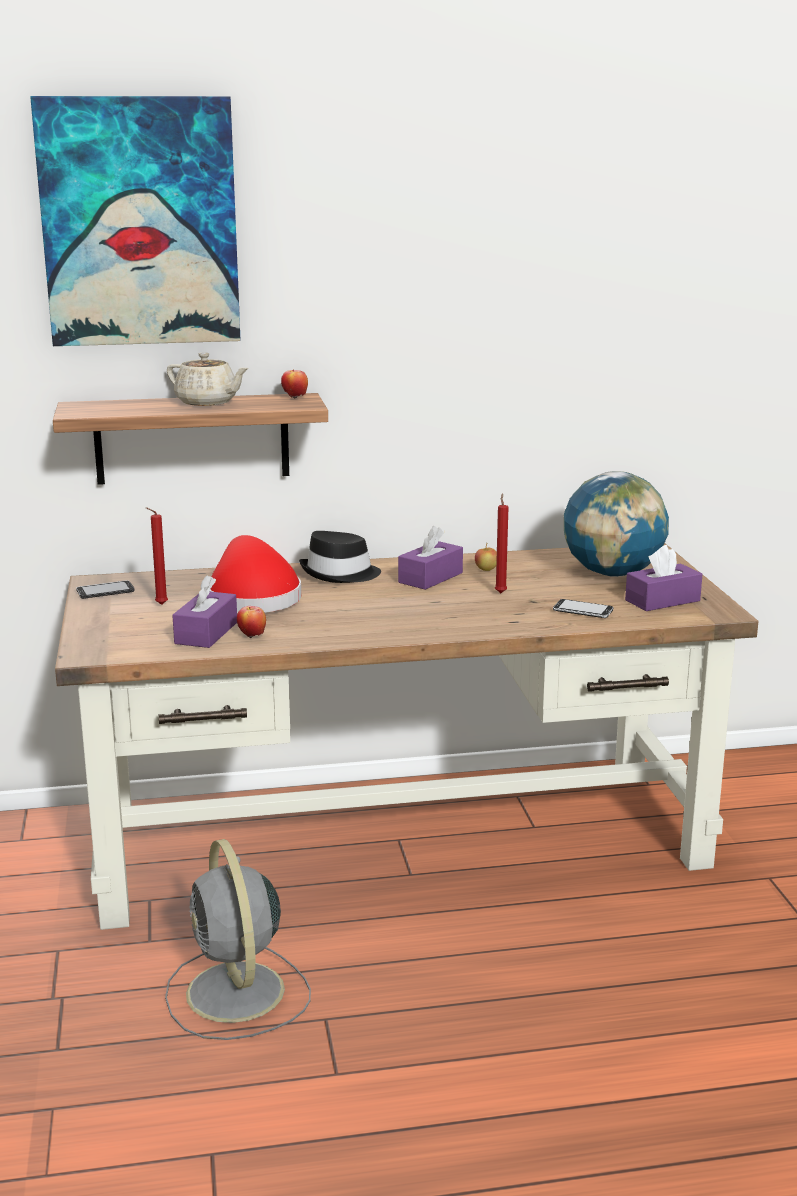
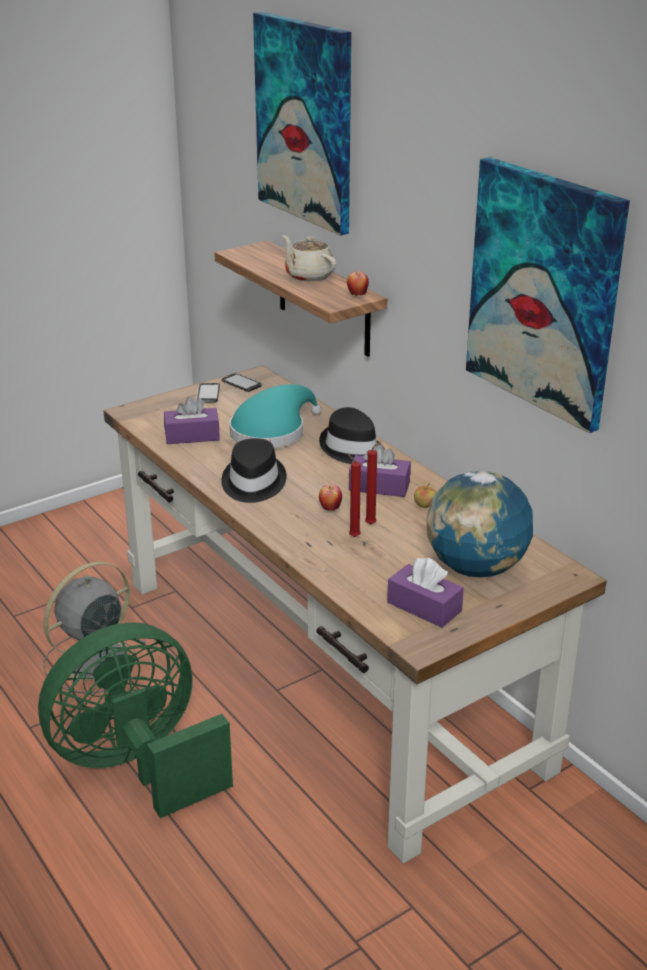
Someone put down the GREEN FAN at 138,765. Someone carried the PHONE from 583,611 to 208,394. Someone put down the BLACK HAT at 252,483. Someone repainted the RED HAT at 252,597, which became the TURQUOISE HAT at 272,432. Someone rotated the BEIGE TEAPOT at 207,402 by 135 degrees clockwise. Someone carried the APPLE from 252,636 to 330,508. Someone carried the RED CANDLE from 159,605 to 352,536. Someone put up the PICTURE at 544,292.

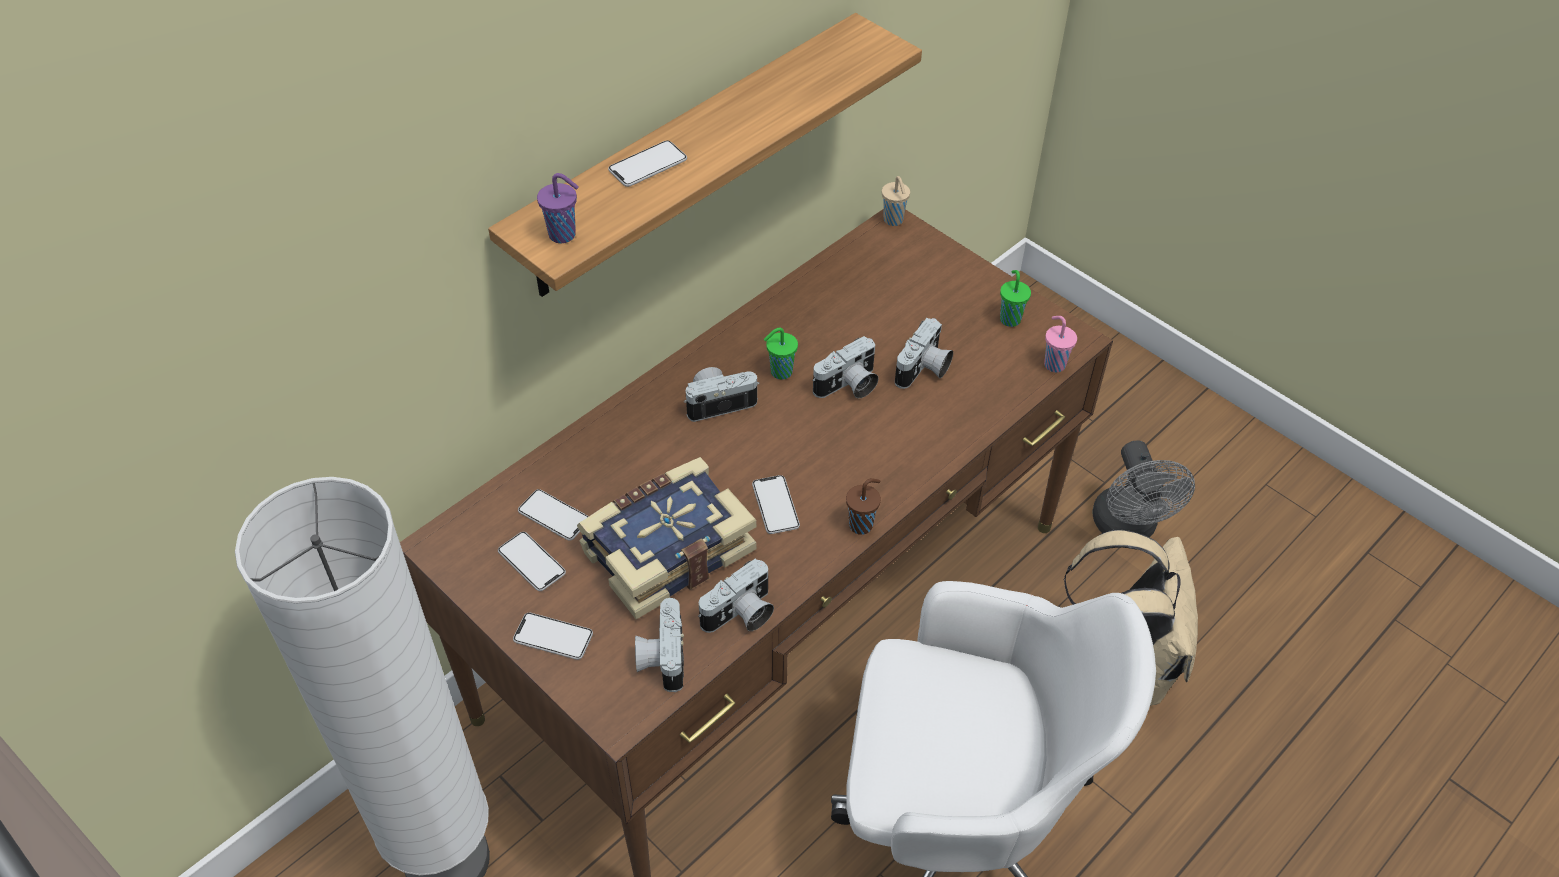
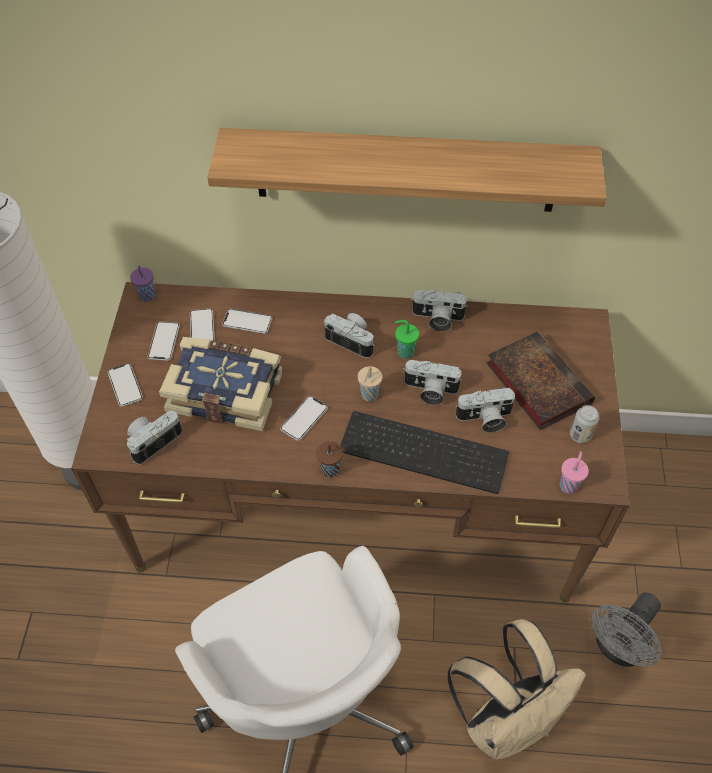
Someone carried the PURPLE CUP from 564,235 to 148,296. Someone carried the PHONE from 648,165 to 247,322. Someone put down the KEYBOARD at 426,450. Someone carried the BEIGE CUP from 893,221 to 369,395. Someone carried the PHOTO CAMERA from 740,615 to 437,319. Someone put down the BOOK at 535,382. Someone swapped the GREEN CUP at 1009,318 for the CAN at 580,435.

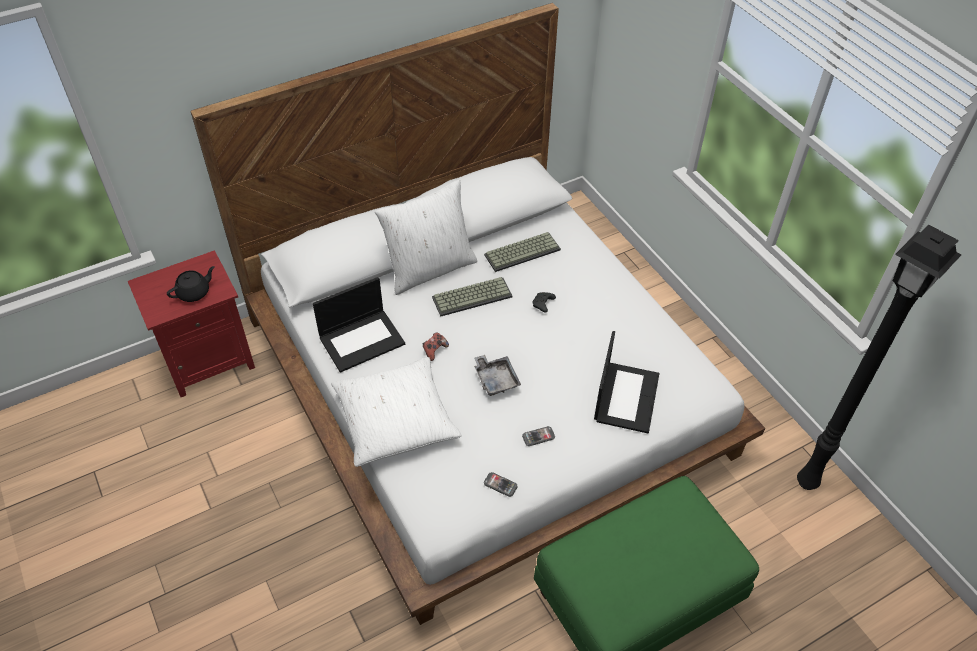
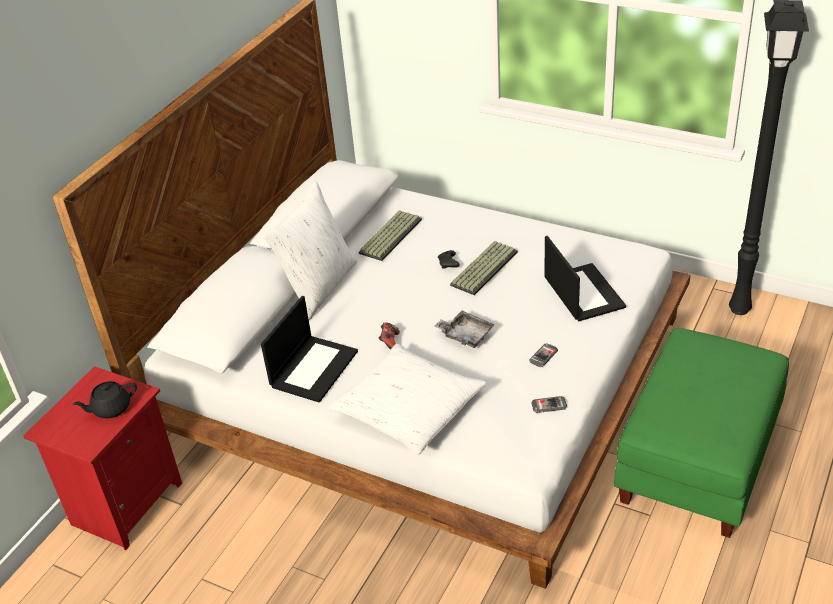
Someone rotated the BLACK TEAPOT at 194,292 by 135 degrees counterclockwise. Someone carried the KEYBOARD from 472,296 to 483,267.

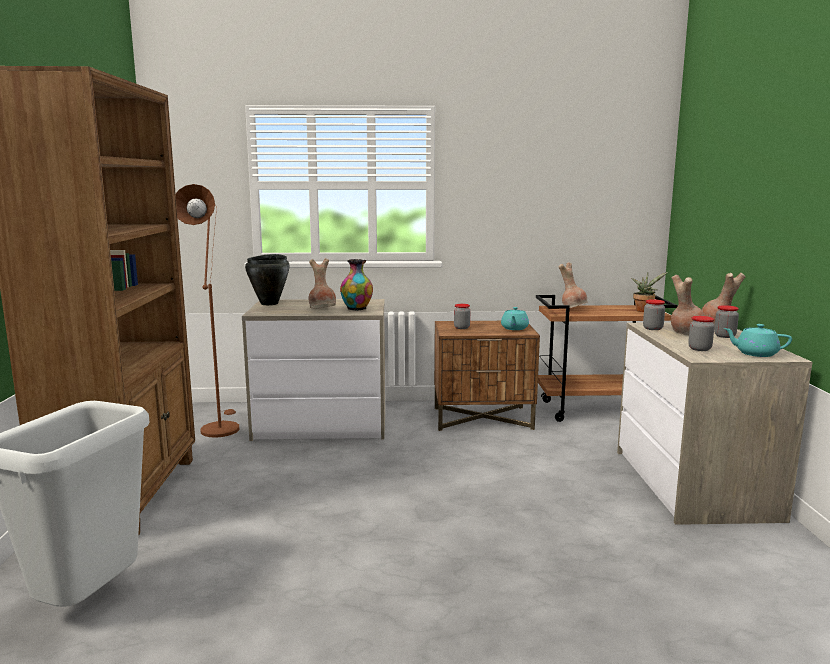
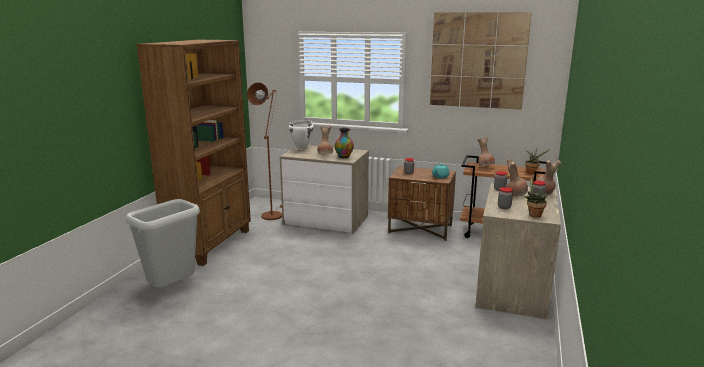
Someone repainted the BLACK COOKING POT at 269,303, which became the WHITE COOKING POT at 302,148. Someone put up the PICTURE at 478,60. Someone swapped the TURQUOISE TEAPOT at 755,353 for the POTTED PLANT at 533,214.

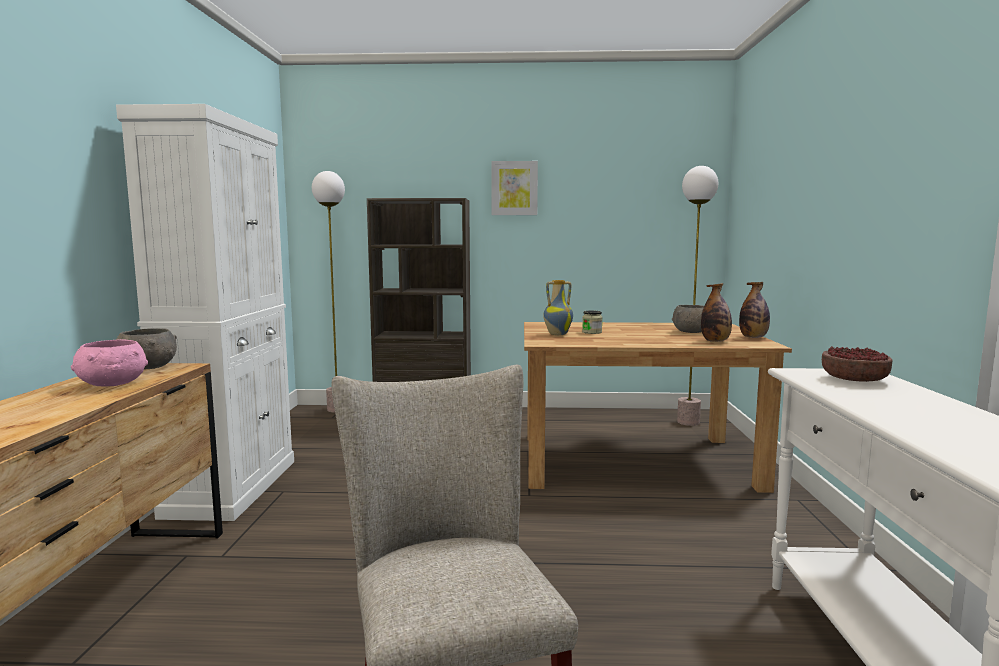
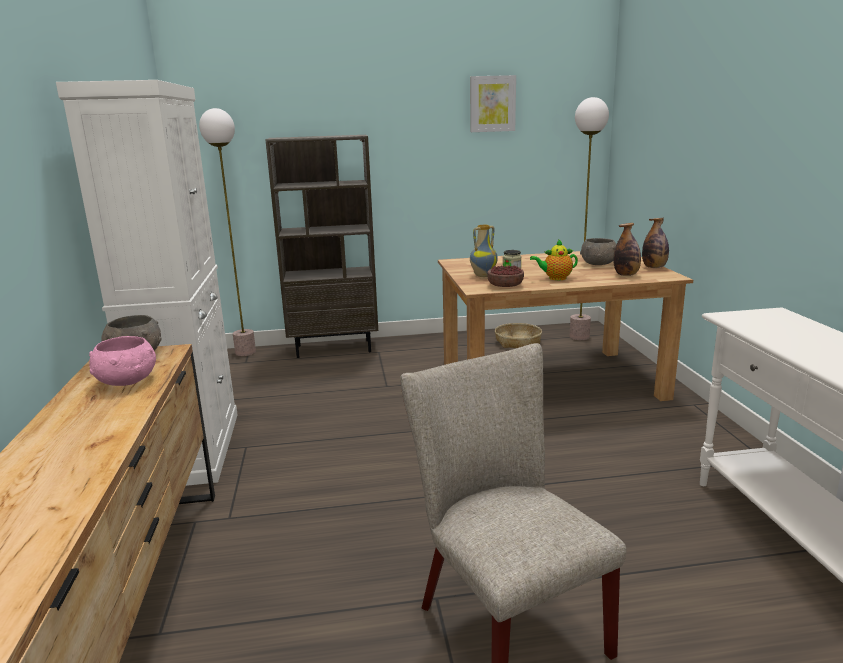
Someone carried the PICTURE from 514,188 to 492,104. Someone carried the BOWL from 854,379 to 505,285. Someone put down the BASKET at 518,342. Someone put down the TEAPOT at 555,278.

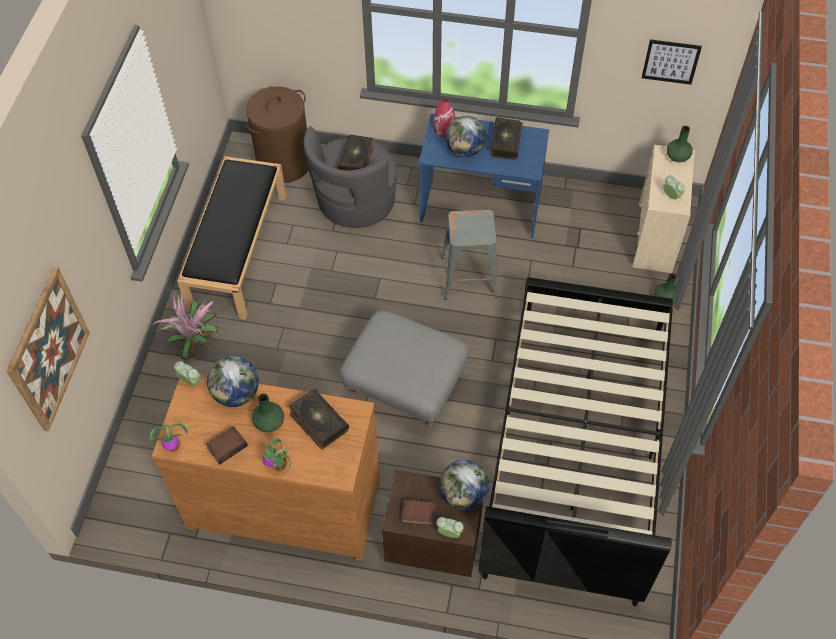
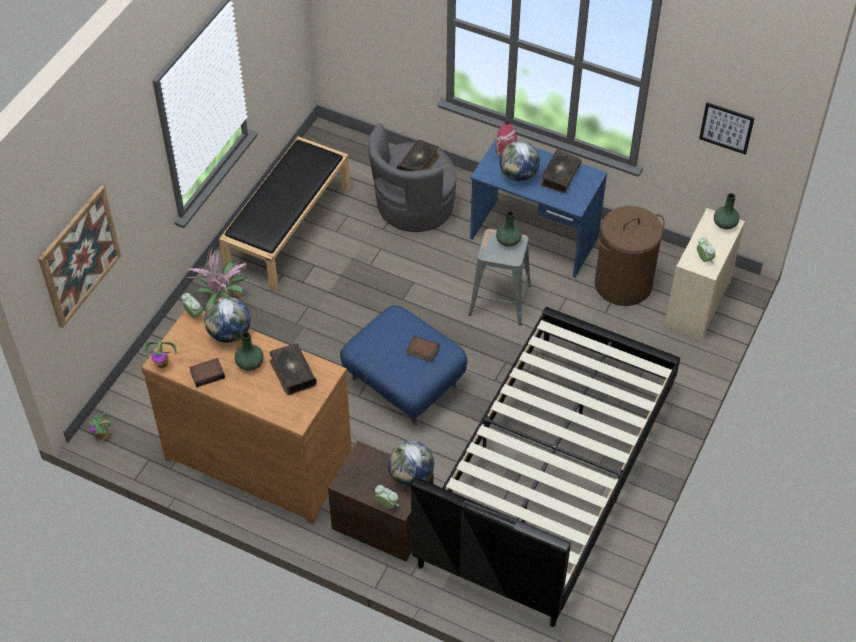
Someone carried the POTTED PLANT from 280,466 to 104,436. Someone repainted the GREY OTTOMAN at 404,386, which became the BLUE OTTOMAN at 403,384. Someone carried the BOOK from 418,514 to 422,351. Someone carried the GREEN VASE from 664,299 to 508,240. Someone carried the BROWN LAUNDRY BASKET from 284,163 to 623,284.

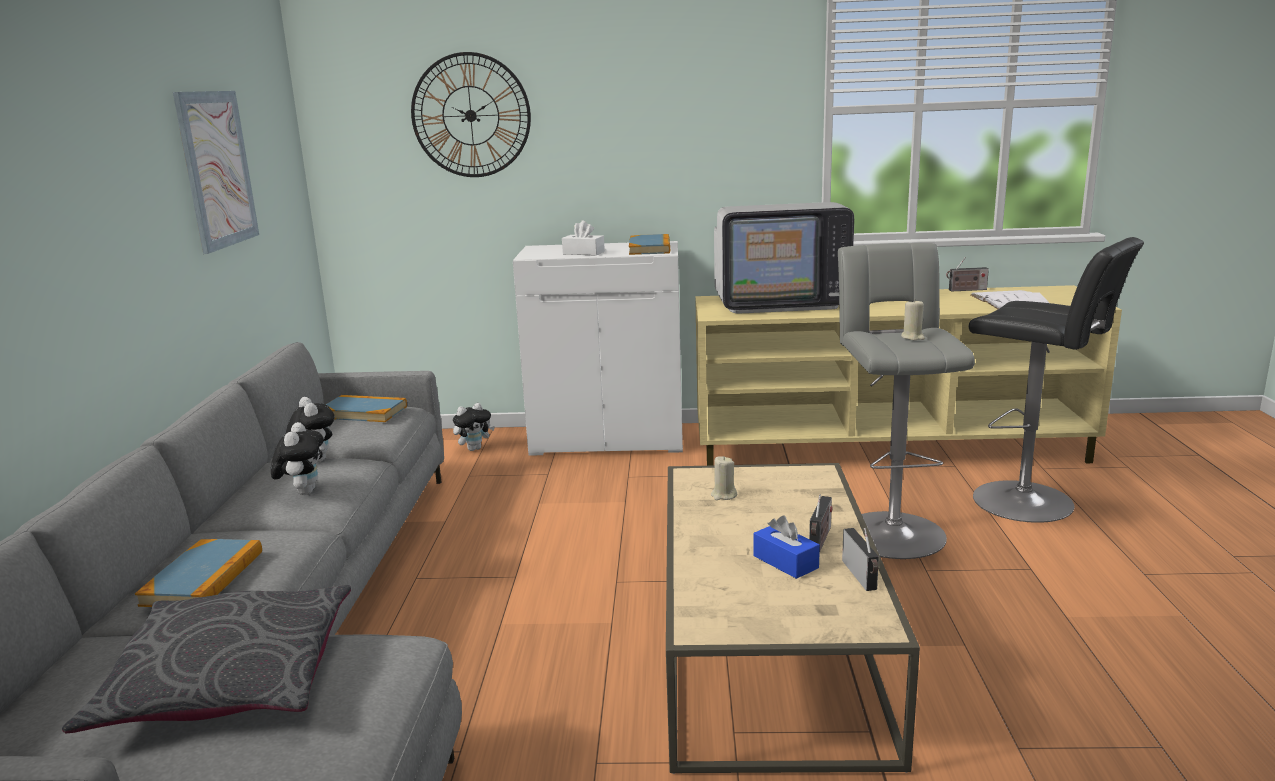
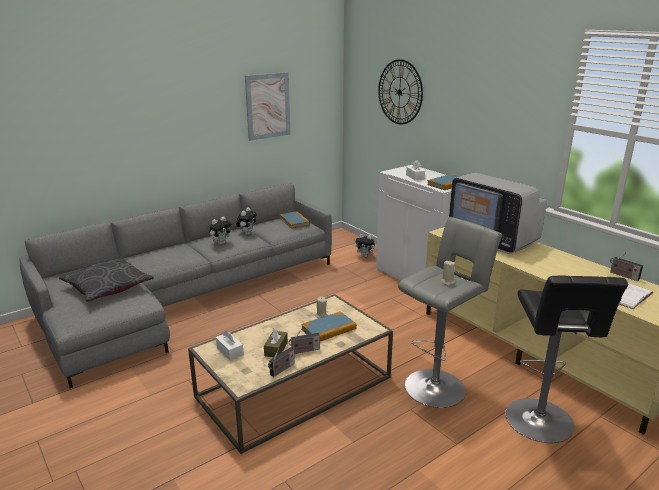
Someone put down the WHITE TISSUE BOX at 230,351. Someone repainted the BLUE TISSUE BOX at 785,562, which became the BROWN TISSUE BOX at 276,349. Someone carried the BOOK from 203,578 to 329,329.

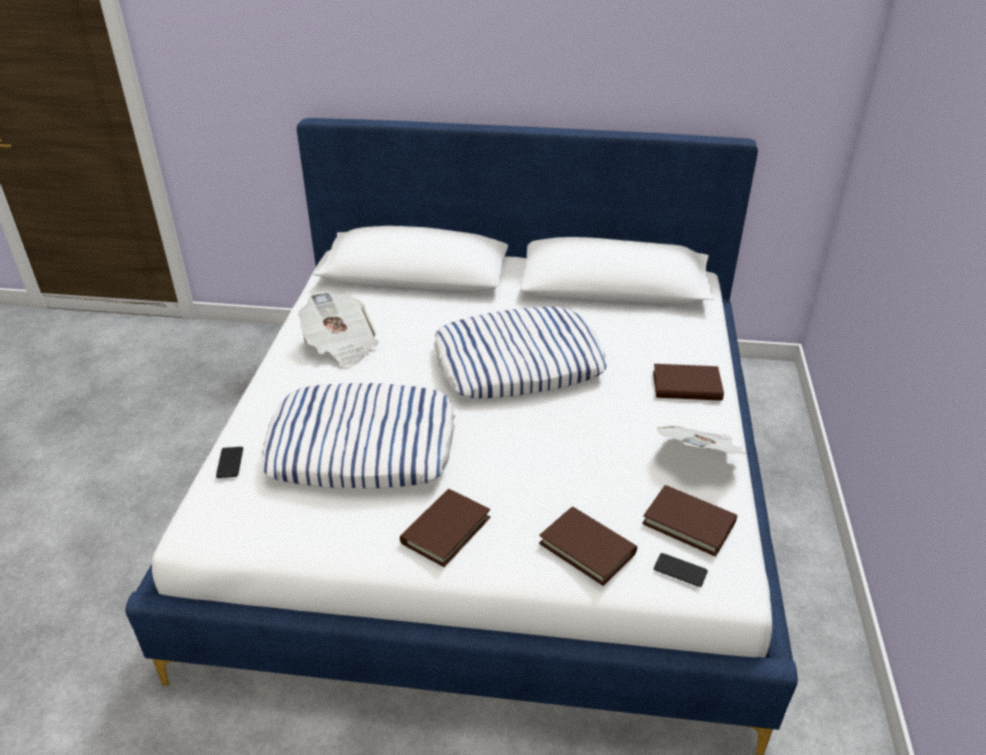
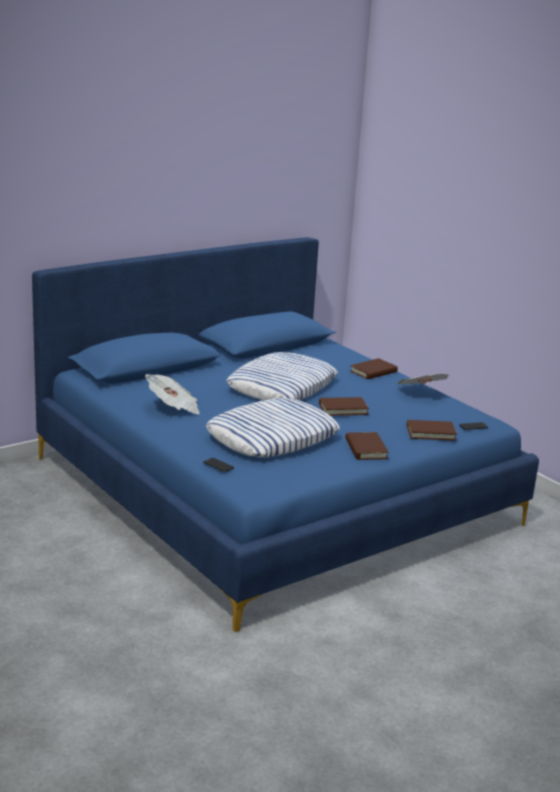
Someone repainted the WHITE BED at 493,490, which became the BLUE BED at 273,490. Someone carried the BROWN BOOK from 689,523 to 343,409.

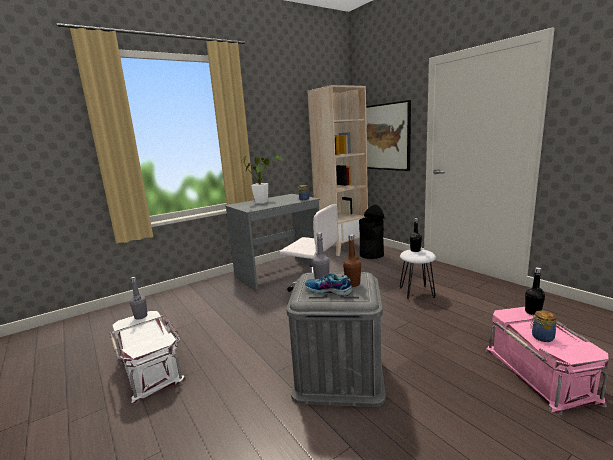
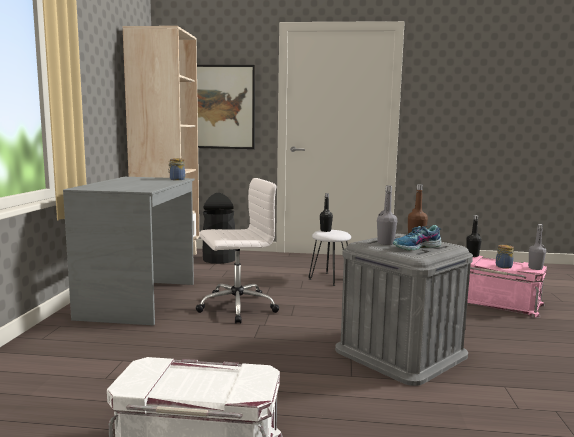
Someone carried the GREY BOTTLE from 141,316 to 535,268. Someone took away the POTTED PLANT at 263,202.

